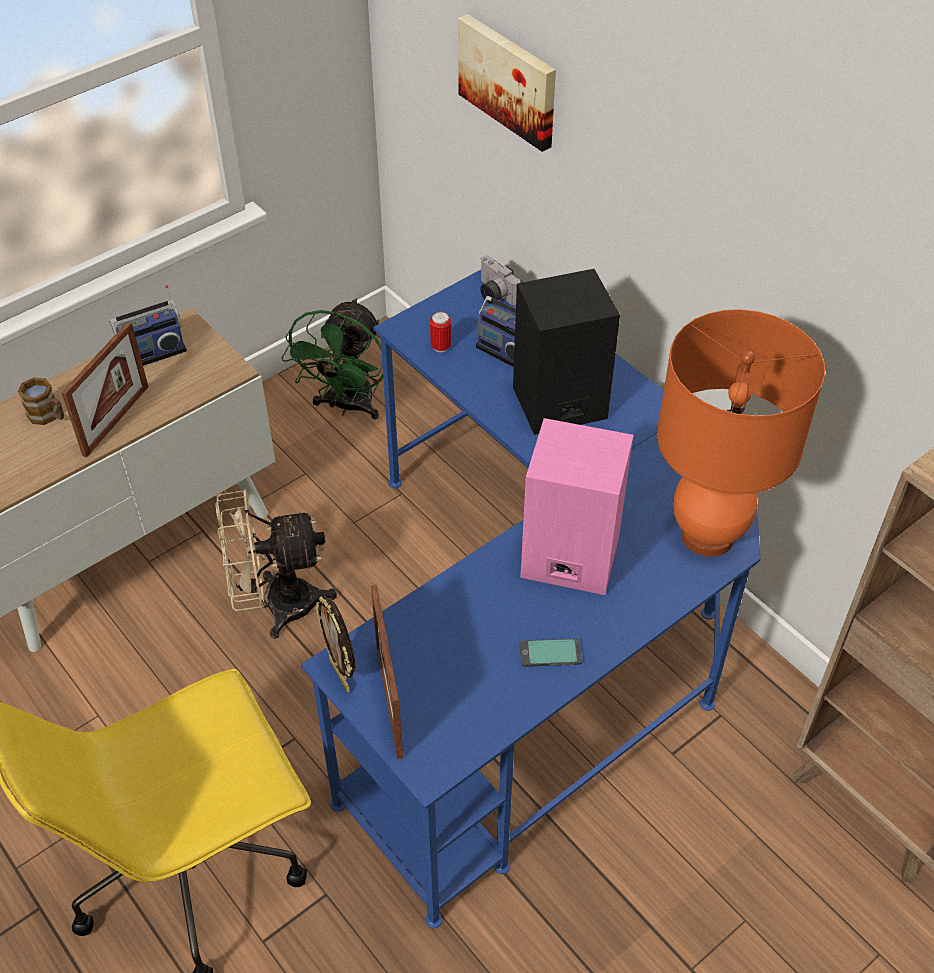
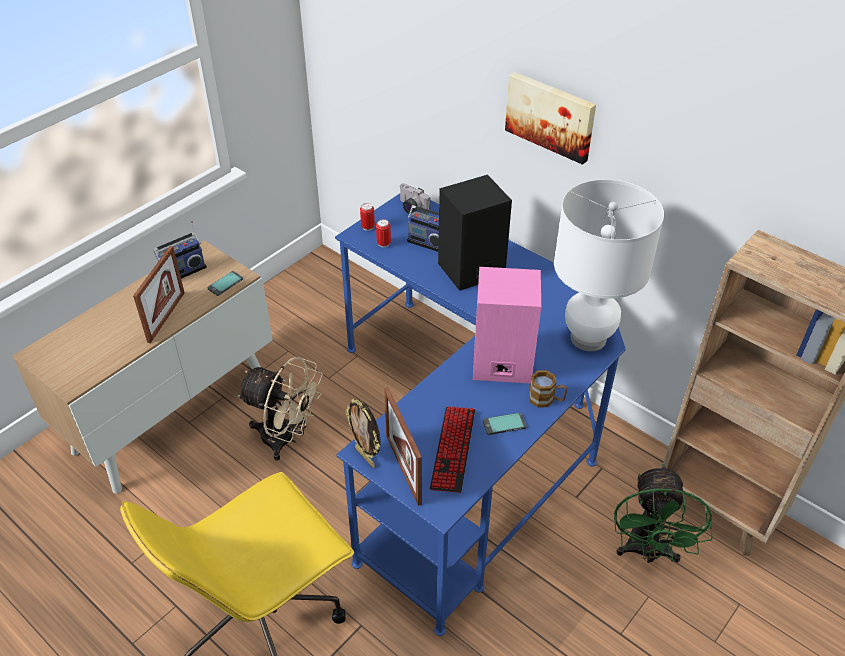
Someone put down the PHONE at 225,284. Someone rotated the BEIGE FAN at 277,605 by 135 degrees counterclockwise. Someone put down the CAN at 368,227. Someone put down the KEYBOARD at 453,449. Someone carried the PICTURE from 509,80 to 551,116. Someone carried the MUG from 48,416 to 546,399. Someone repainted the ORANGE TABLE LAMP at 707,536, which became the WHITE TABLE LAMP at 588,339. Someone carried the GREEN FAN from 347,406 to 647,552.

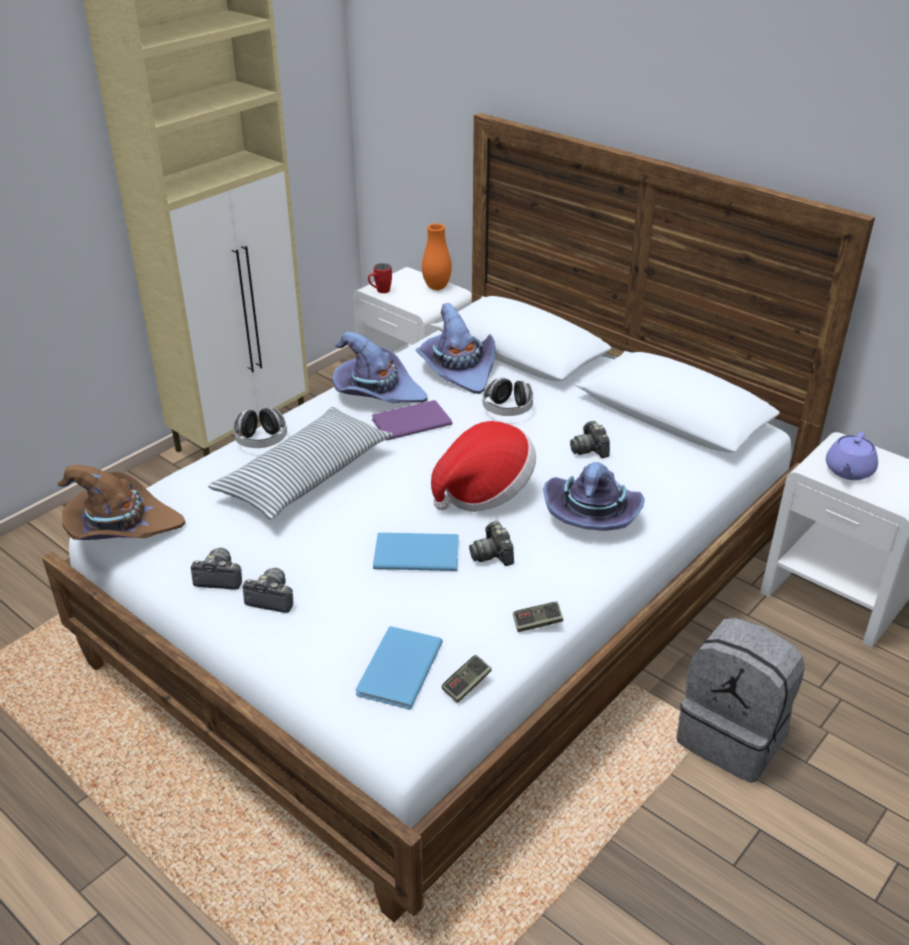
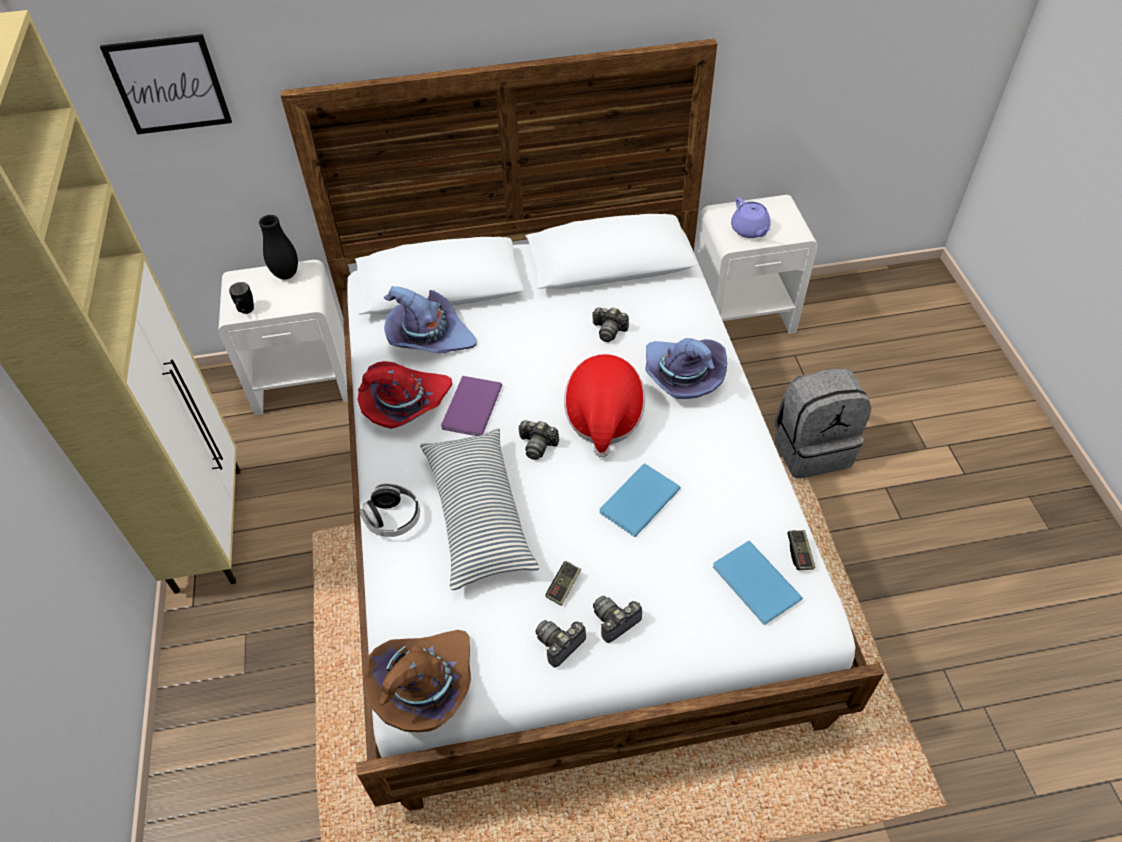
Someone put up the PICTURE at 169,85. Someone repainted the RED MUG at 380,291, which became the BLACK MUG at 246,312. Someone repainted the ORANGE VASE at 436,287, which became the BLACK VASE at 286,274. Someone repainted the PURPLE HAT at 377,392, which became the RED HAT at 404,404. Someone carried the PHOTO CAMERA from 493,554 to 537,445. Someone carried the GAME CONTROLLER from 537,623 to 563,587. Someone took away the HEADPHONES at 507,410.

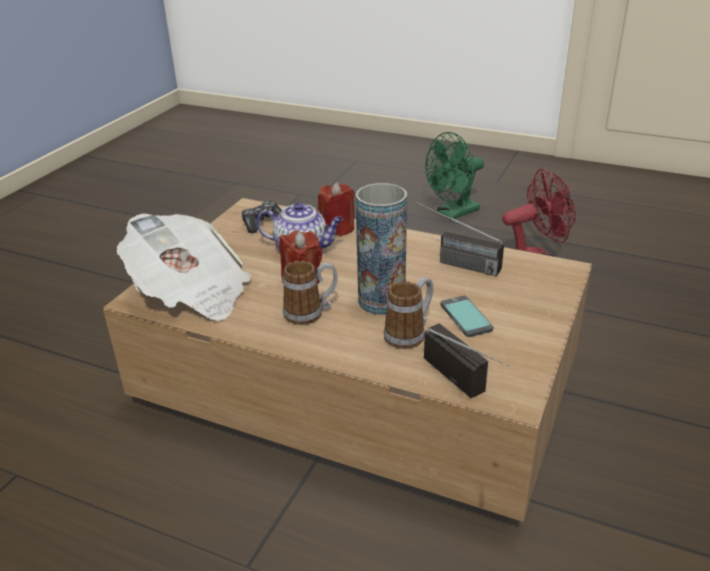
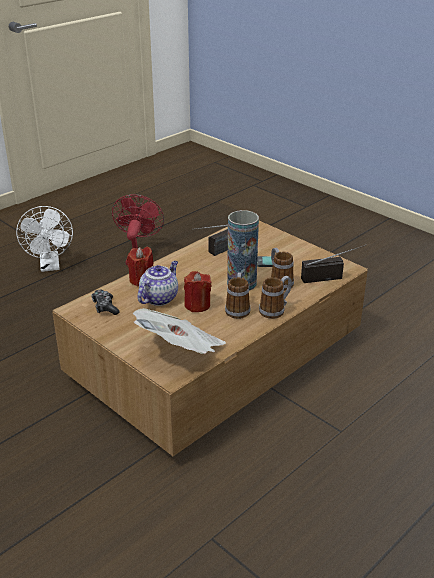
Someone repainted the GREEN FAN at 453,213, which became the WHITE FAN at 50,266. Someone put down the MUG at 275,310.

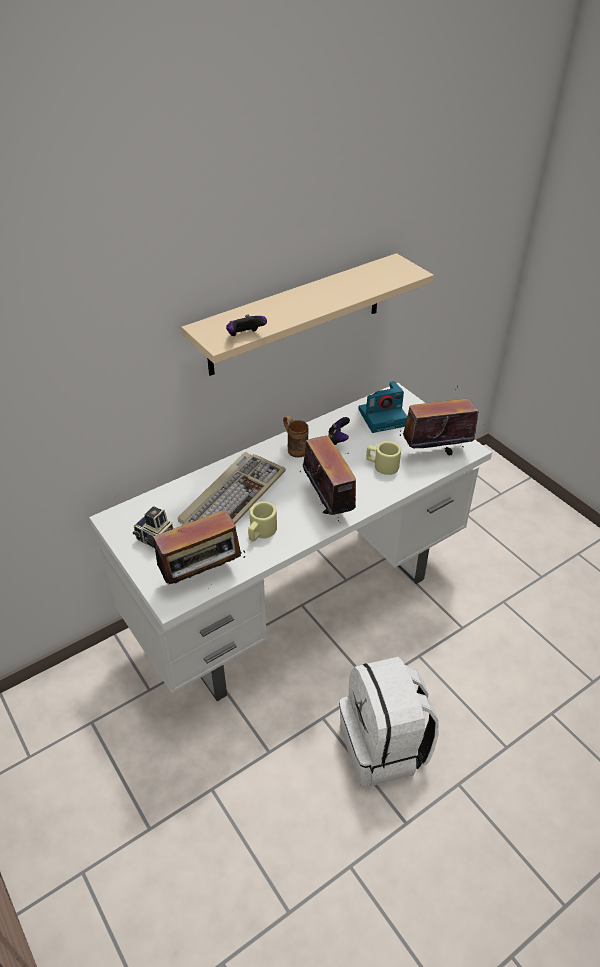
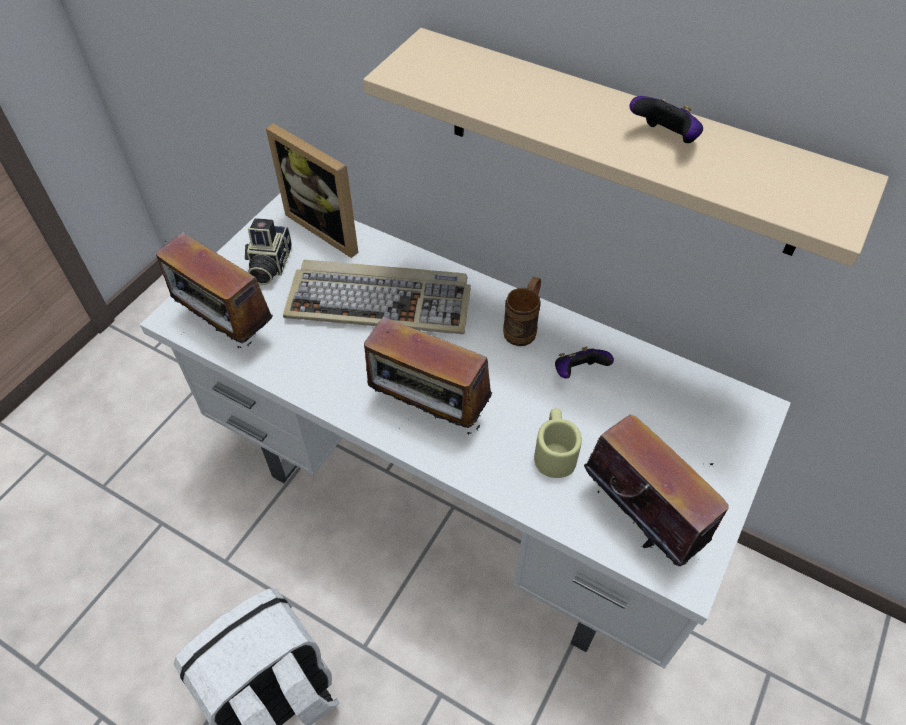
Someone put down the PICTURE FRAME at 329,227. Someone rotated the RADIO at 329,503 by 75 degrees clockwise. Someone carried the GAME CONTROLLER from 245,336 to 664,139. Someone took away the BEIGE MUG at 260,532. Someone took away the PHOTO CAMERA at 383,417.

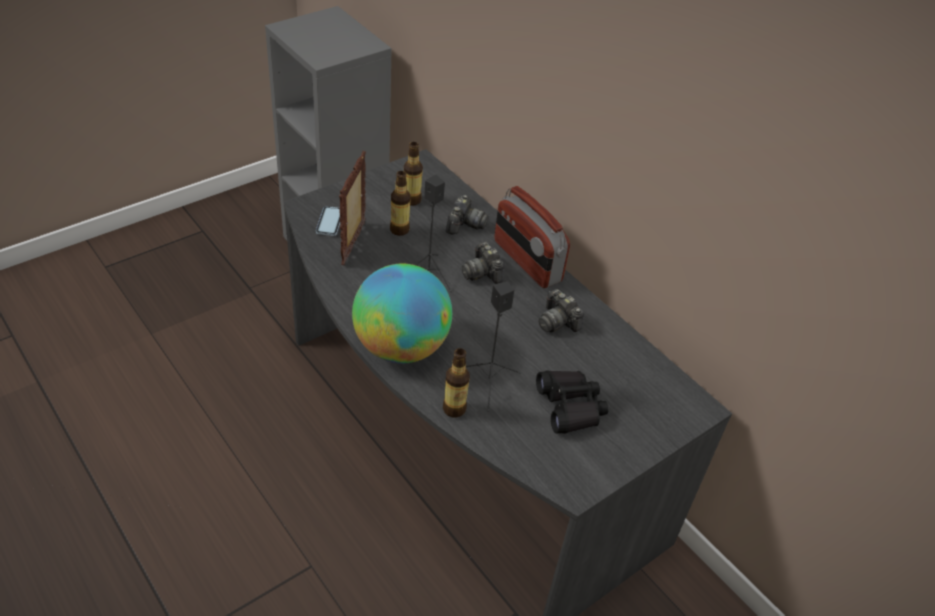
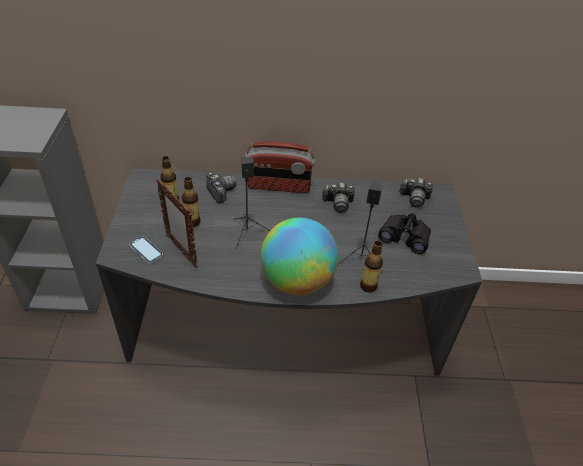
Someone carried the PHOTO CAMERA from 482,272 to 414,198.

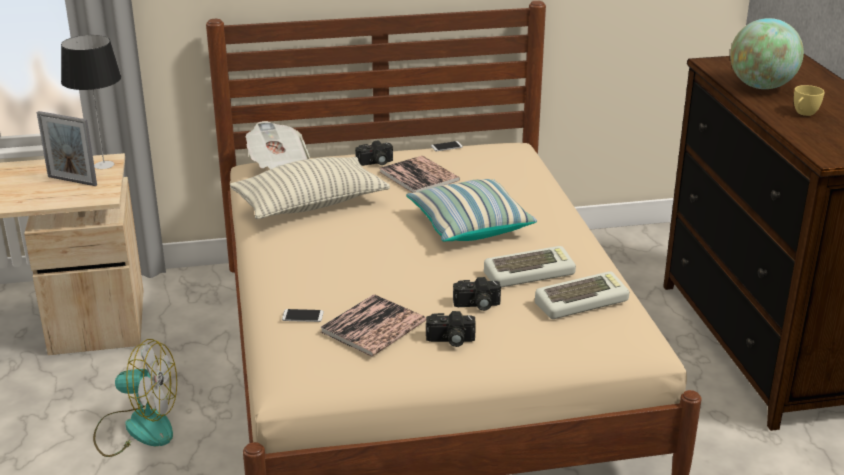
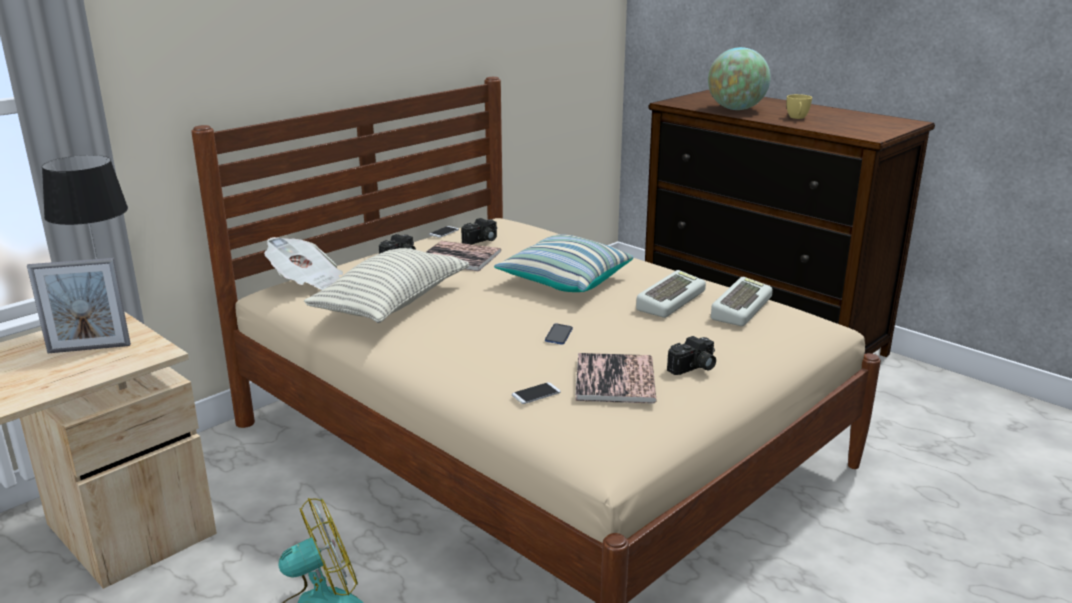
Someone carried the PHOTO CAMERA from 477,305 to 481,241. Someone put down the PHONE at 558,335.

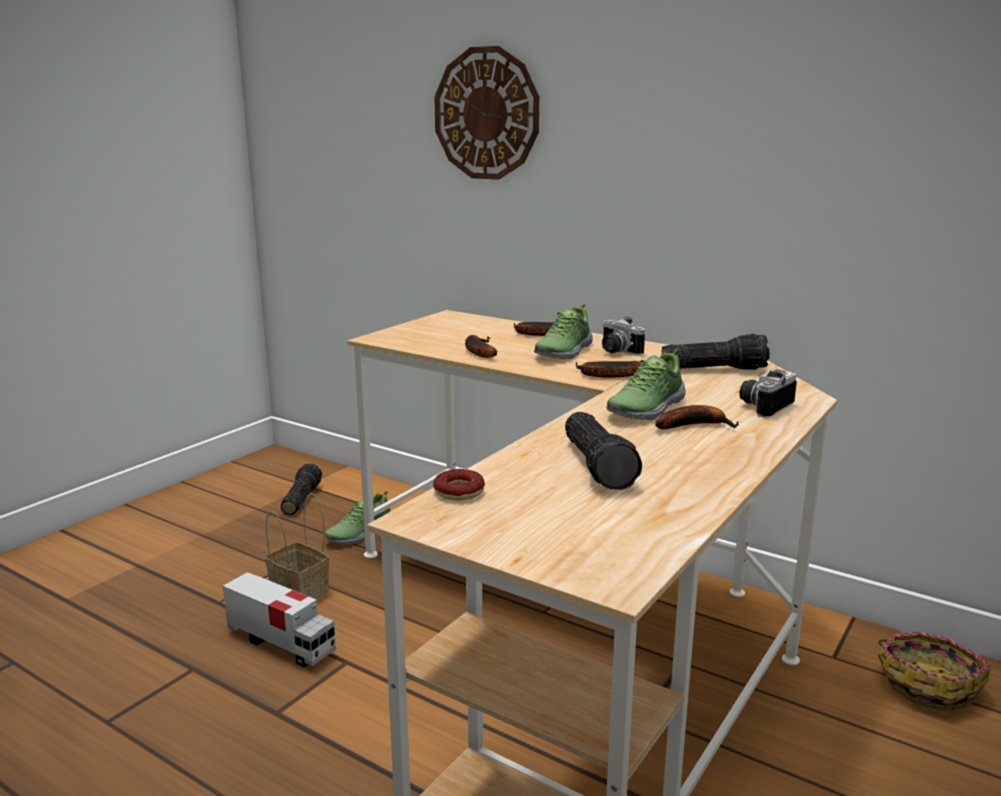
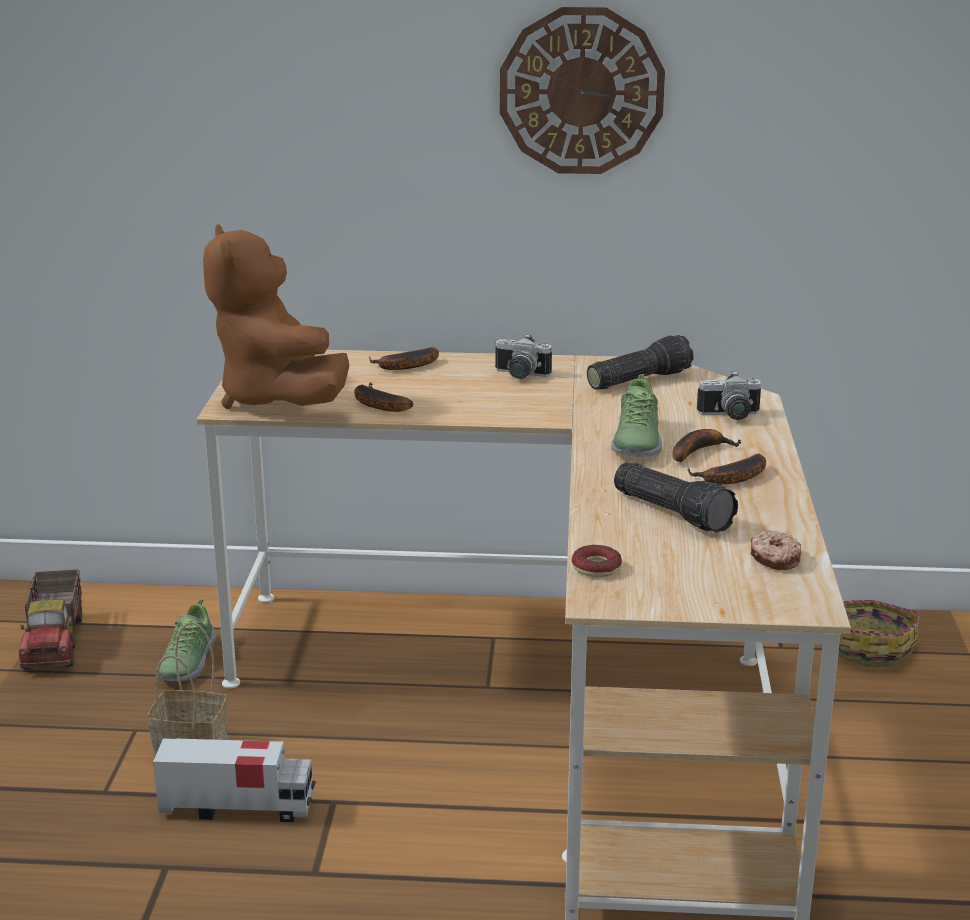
Someone swapped the FLASHLIGHT at 300,499 for the TOY TRUCK at 56,642. Someone put down the BROWN PLUSH TOY at 277,399. Someone carried the WALL CLOCK from 486,114 to 581,91. Someone carried the BANANA from 606,375 to 732,479. Someone rotated the PHOTO CAMERA at 763,406 by 105 degrees counterclockwise. Someone put down the DONUT at 774,558. Someone took away the SHOE at 563,351.

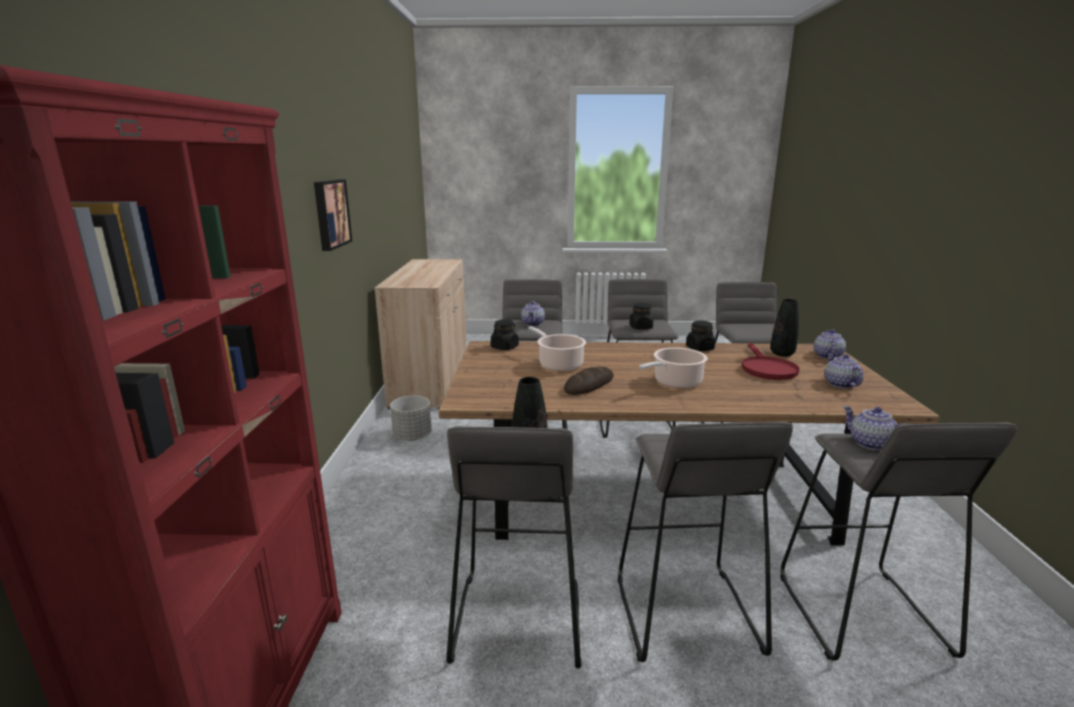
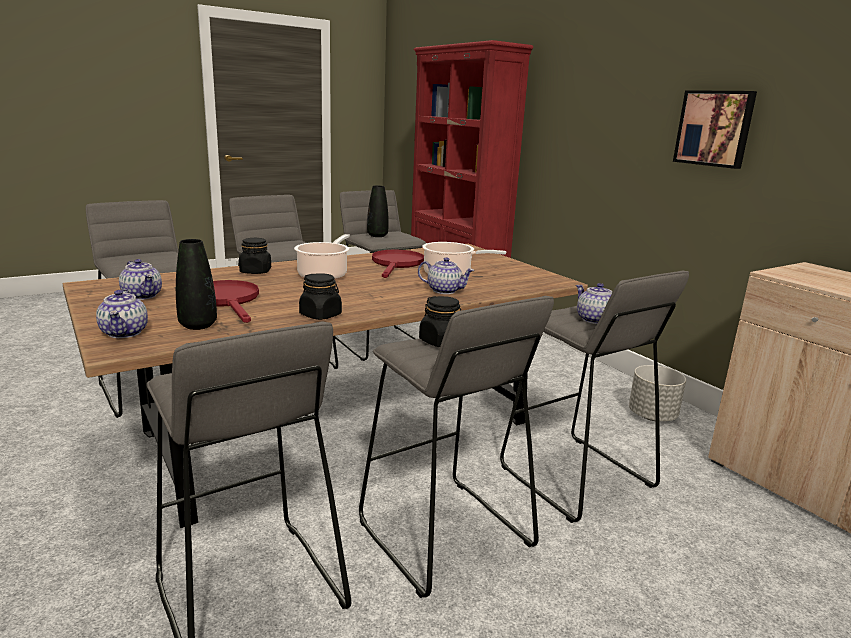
Someone carried the BLACK JAR from 504,347 to 255,271. Someone swapped the BREAD at 589,385 for the RED FRYING PAN at 396,264. Someone carried the TEAPOT from 870,443 to 444,290.

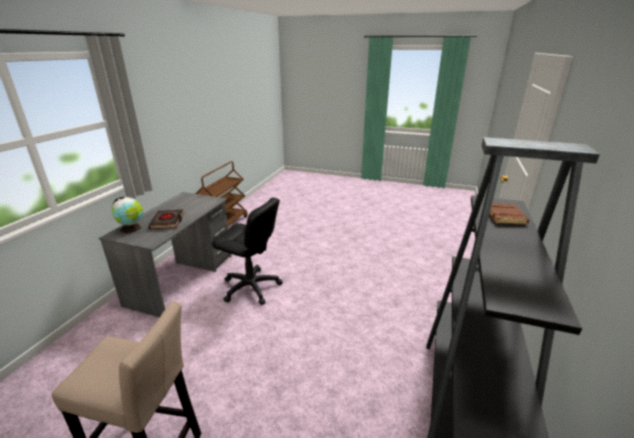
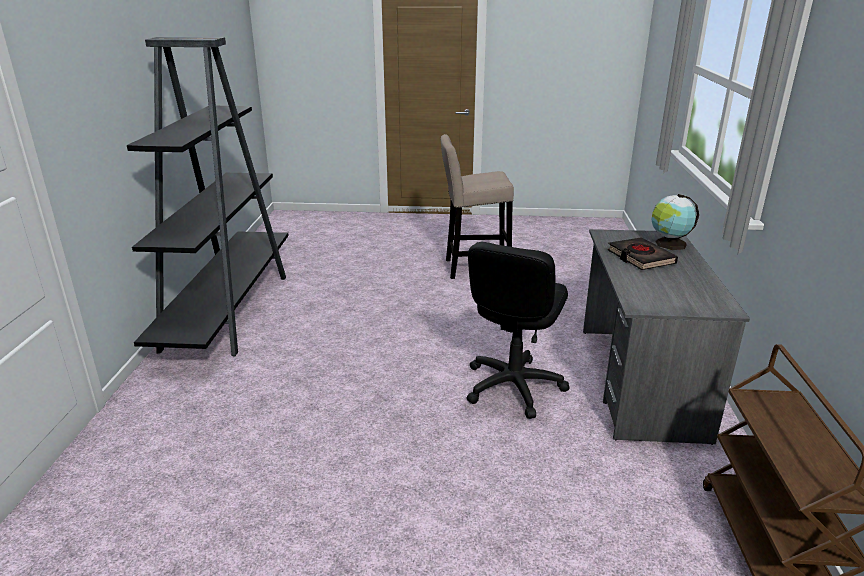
Someone rotated the BLACK OFFICE CHAIR at 251,287 by 75 degrees counterclockwise. Someone took away the BROWN BOOK at 505,217.

